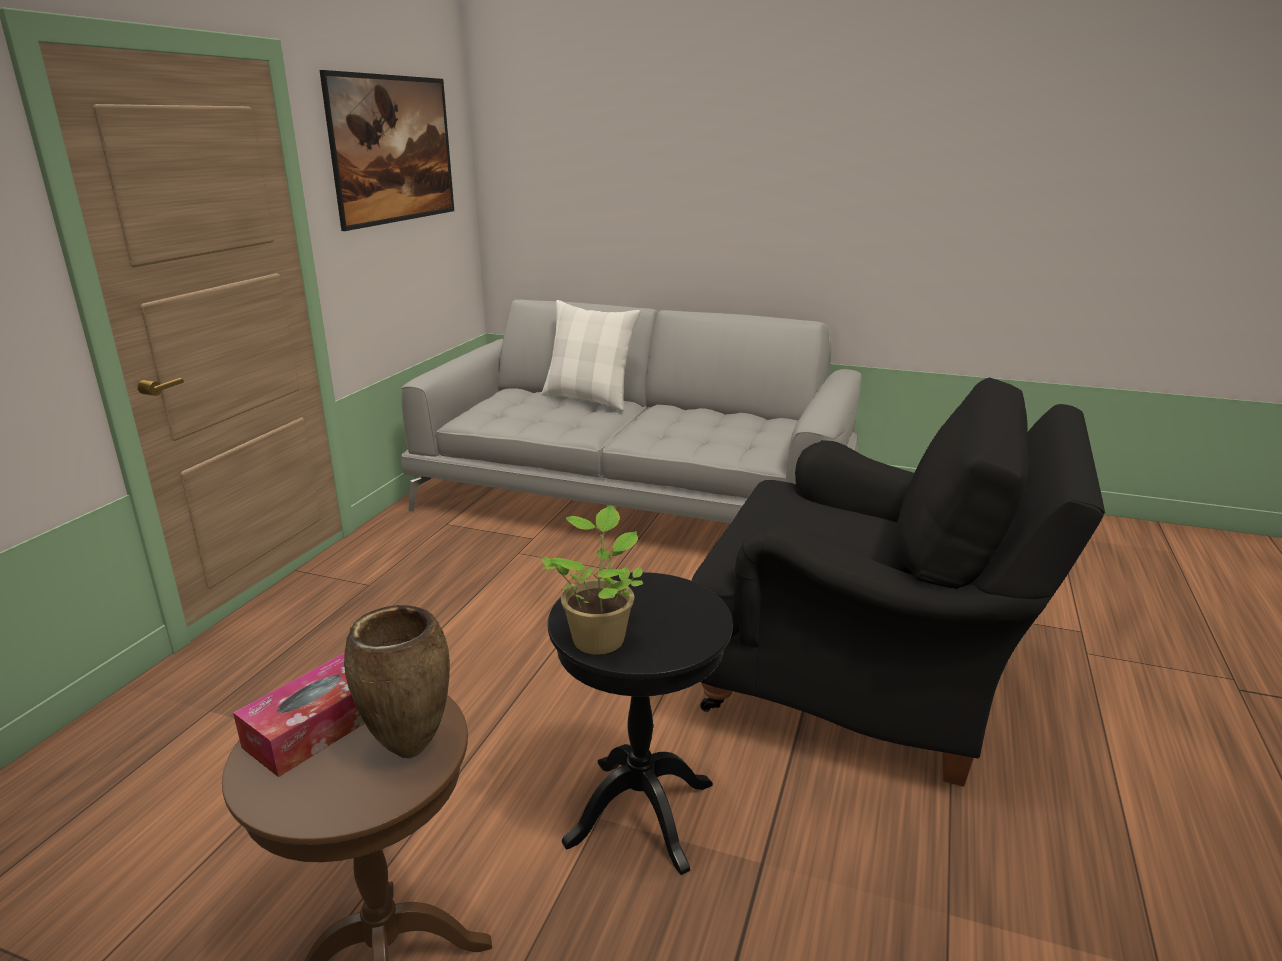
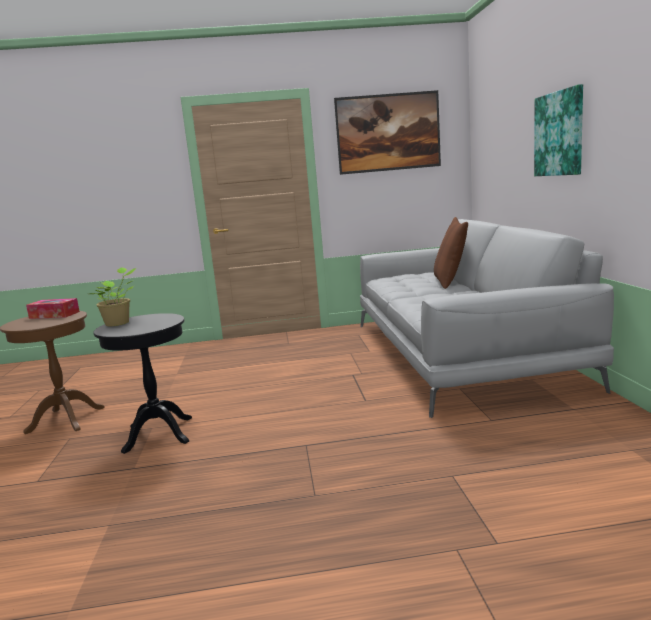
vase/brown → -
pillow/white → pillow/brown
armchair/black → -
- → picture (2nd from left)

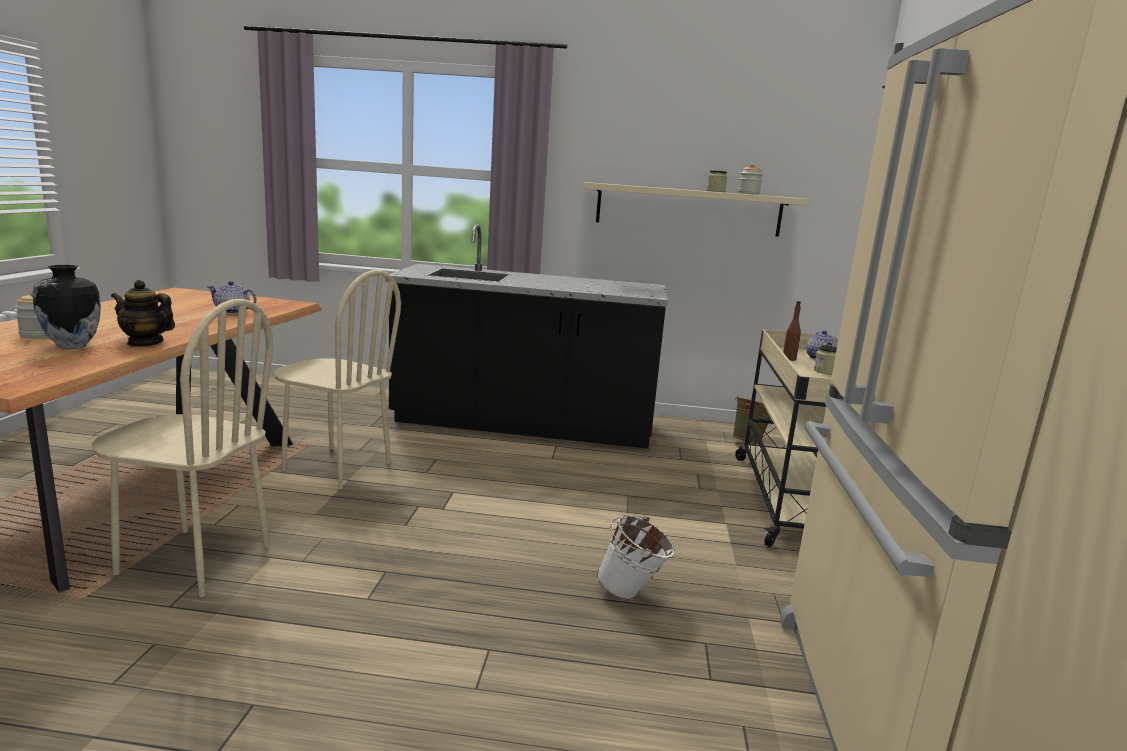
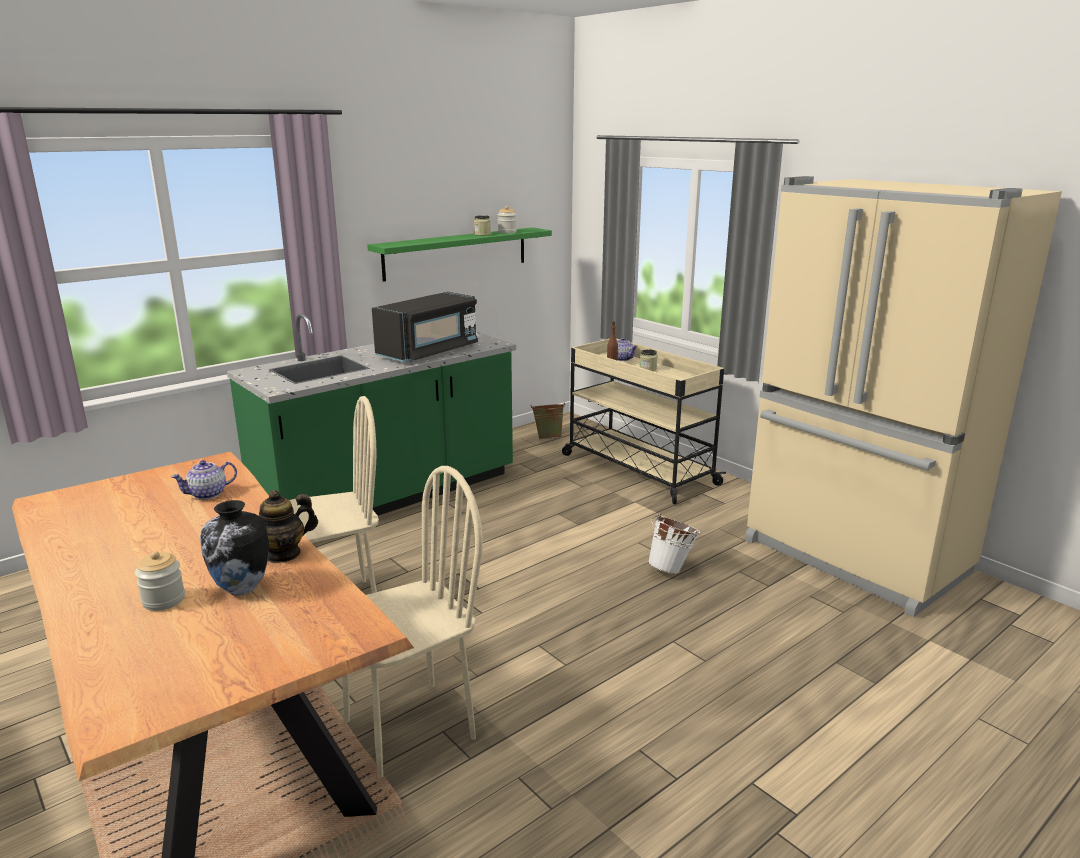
counter/black → counter/green
shelf/beige → shelf/green
- → microwave/black

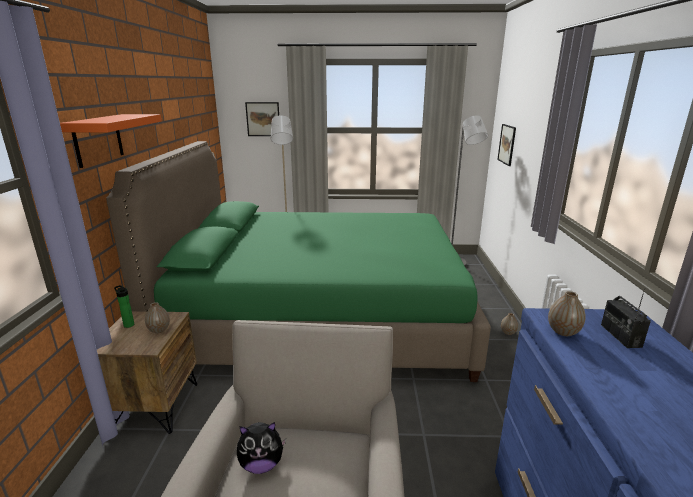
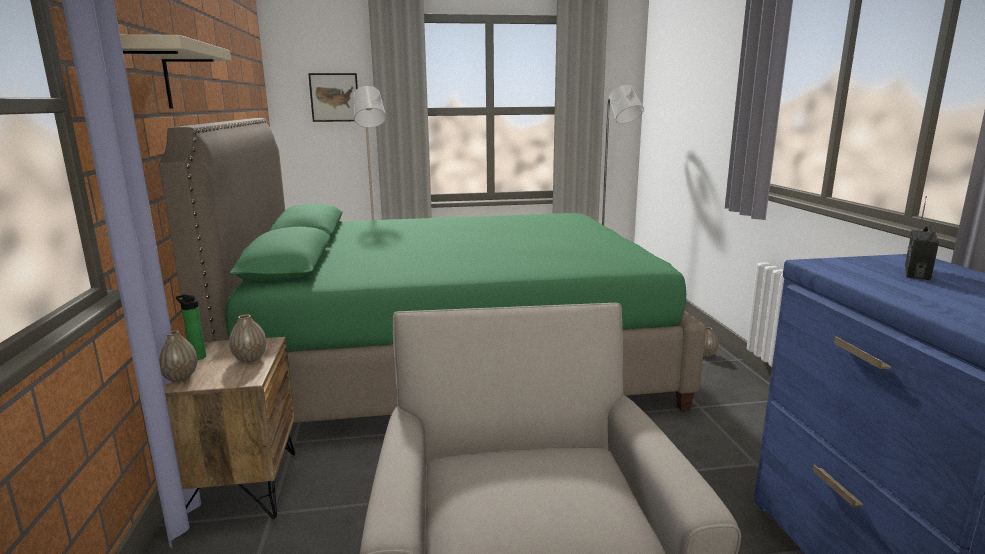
shelf/orange → shelf/beige
plush toy → -
picture (2nd from left) → -
vase (3rd from left in the first image) → vase (1st from left), move
radio, 45 degrees clockwise

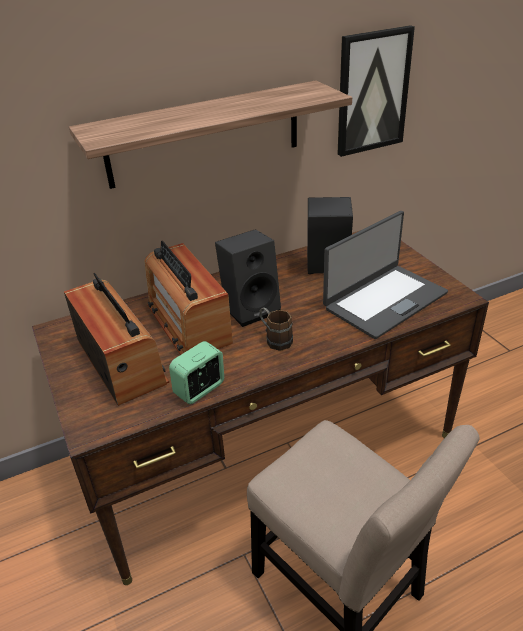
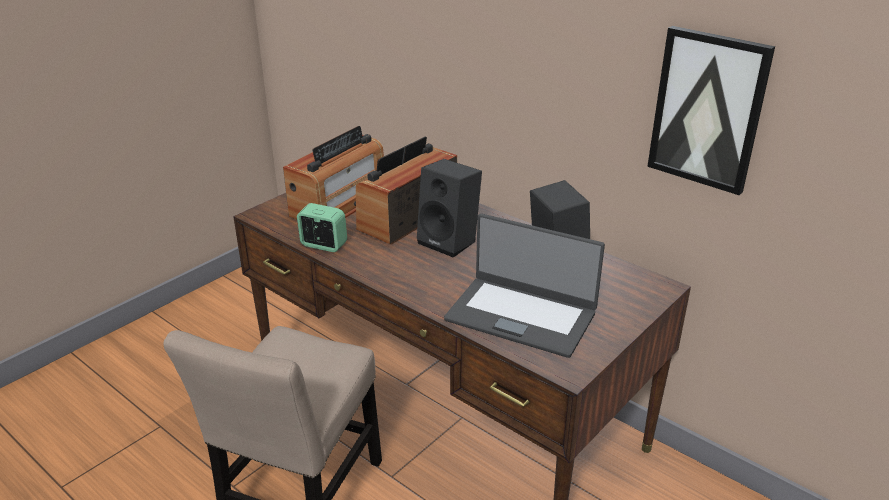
shelf → -
mug/brown → -

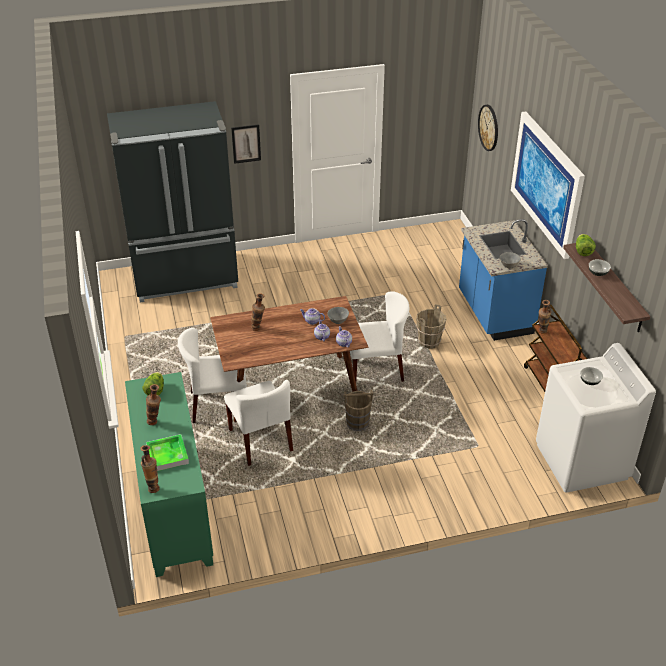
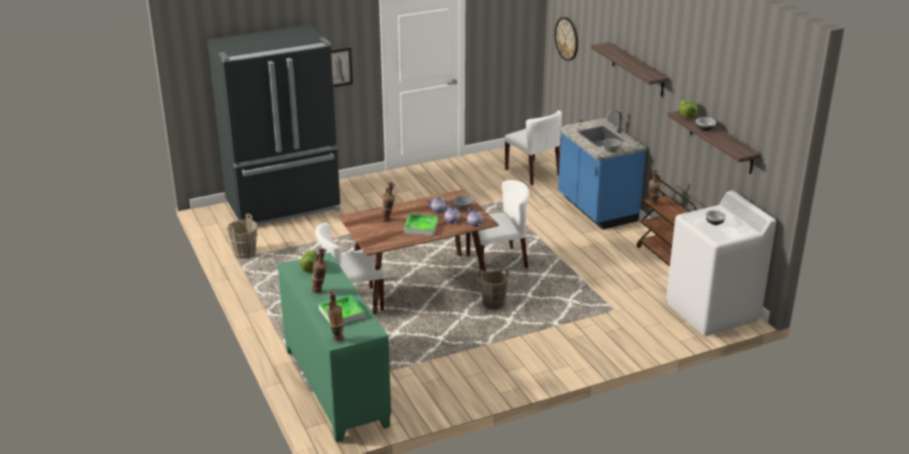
chair/white (2nd from left in the first image) → chair/white (3rd from left), move
bucket/brown (2nd from left in the first image) → bucket/brown (1st from left), move
picture (2nd from left) → shelf (1st from left)
- → tray (2nd from left)

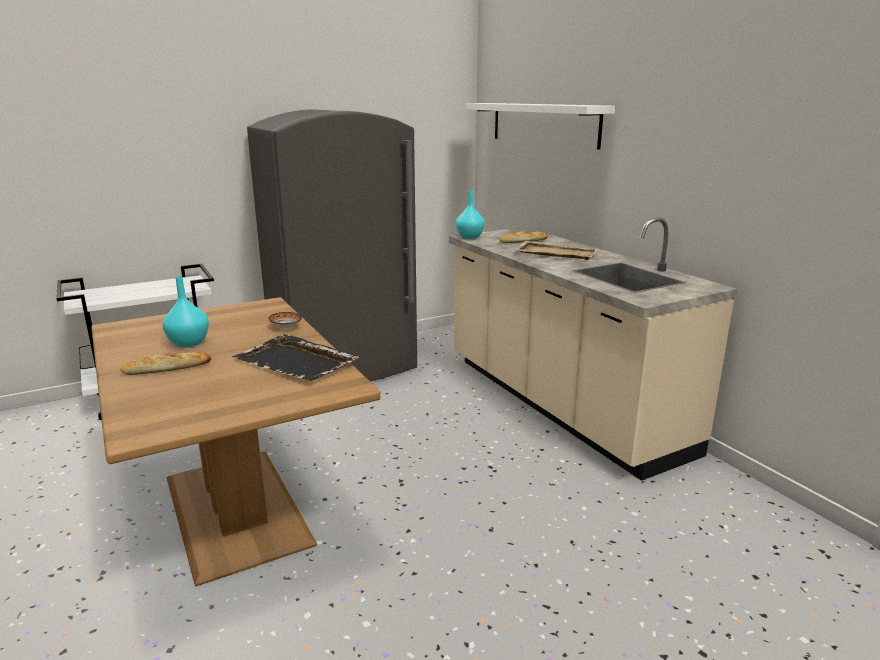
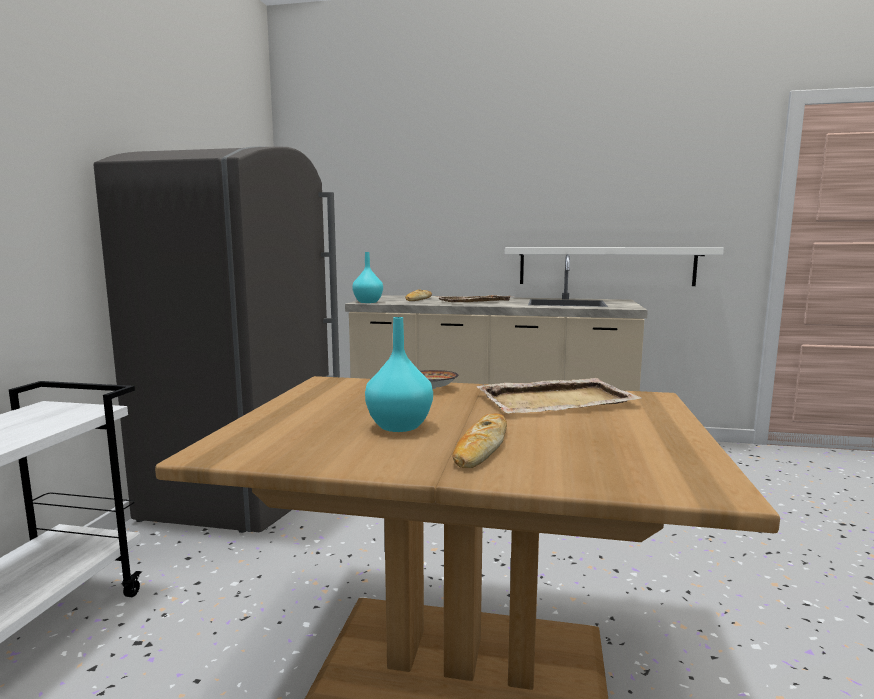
tray/black → tray/beige (2nd from left)
shelf/white, move

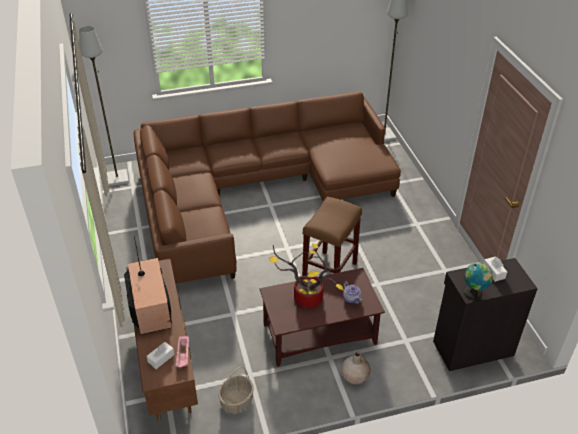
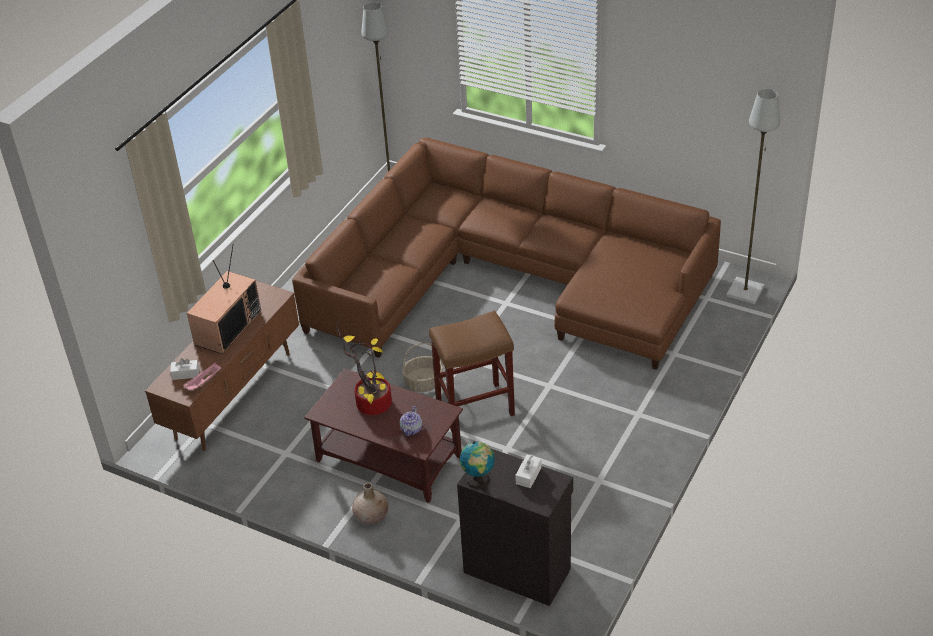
basket, move

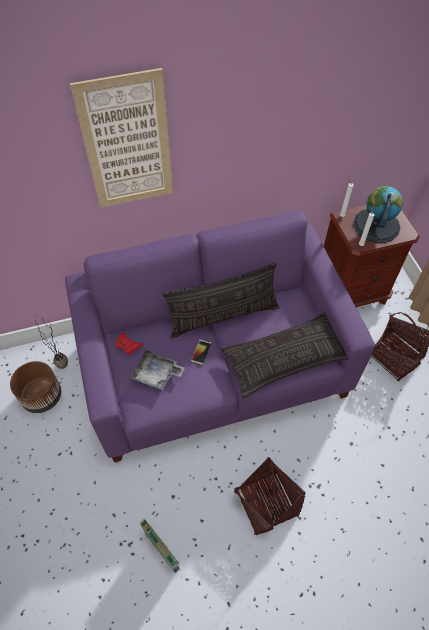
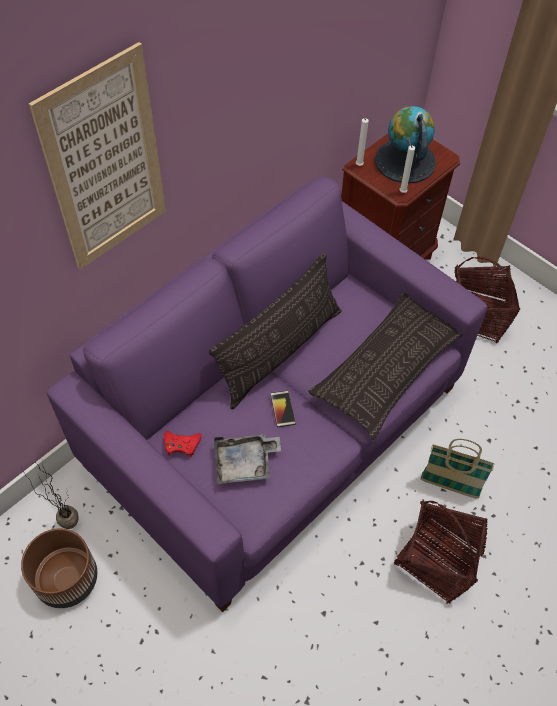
basket (1st from left in the first image) → basket (2nd from left), move

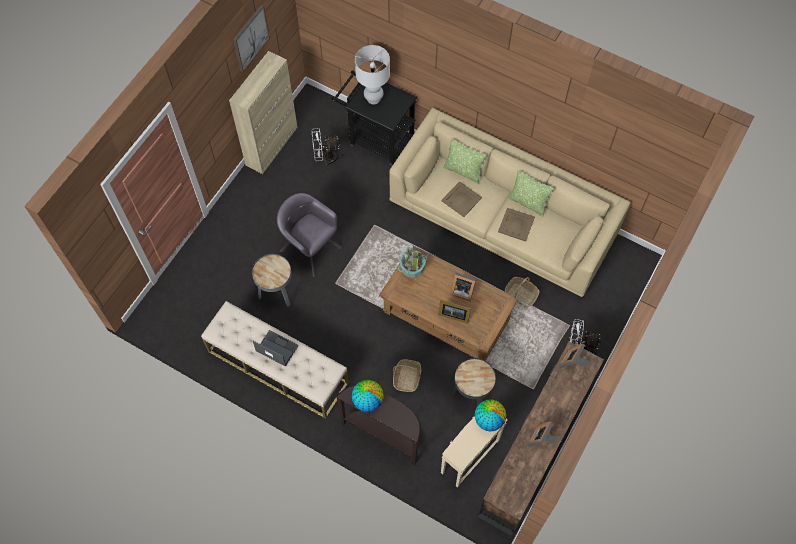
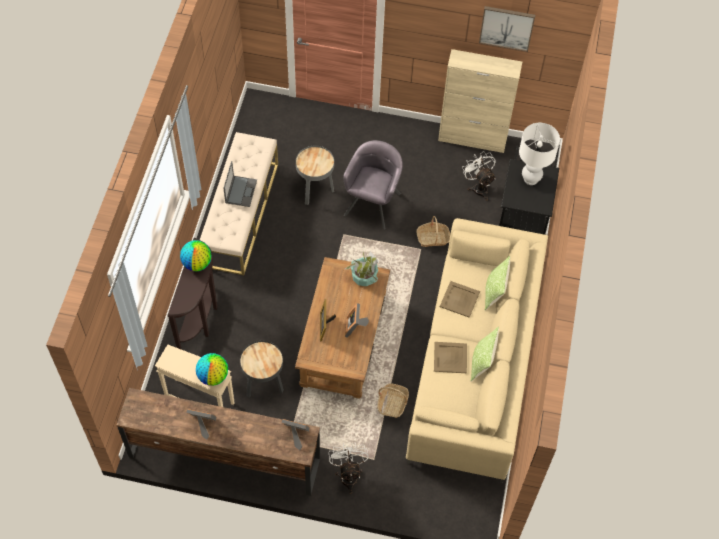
basket (1st from left in the first image) → basket (2nd from left), move

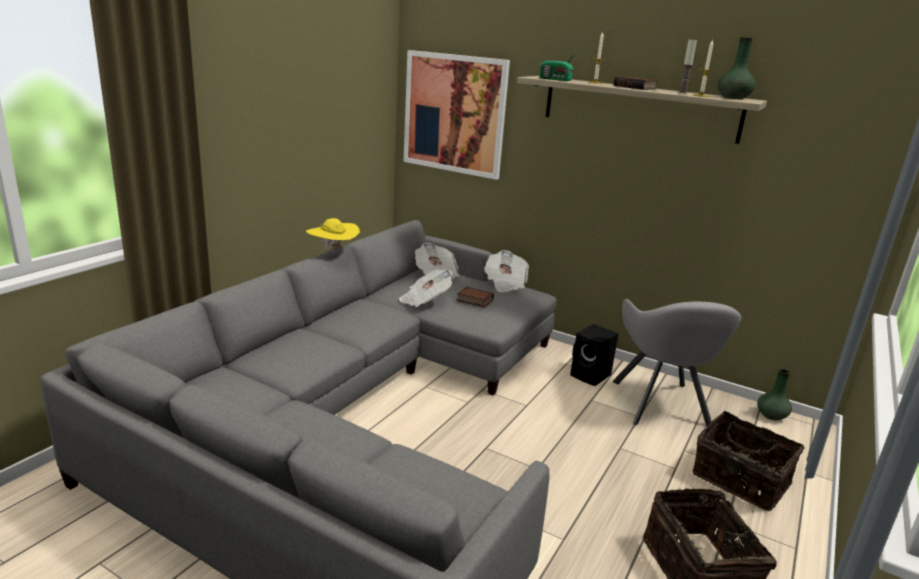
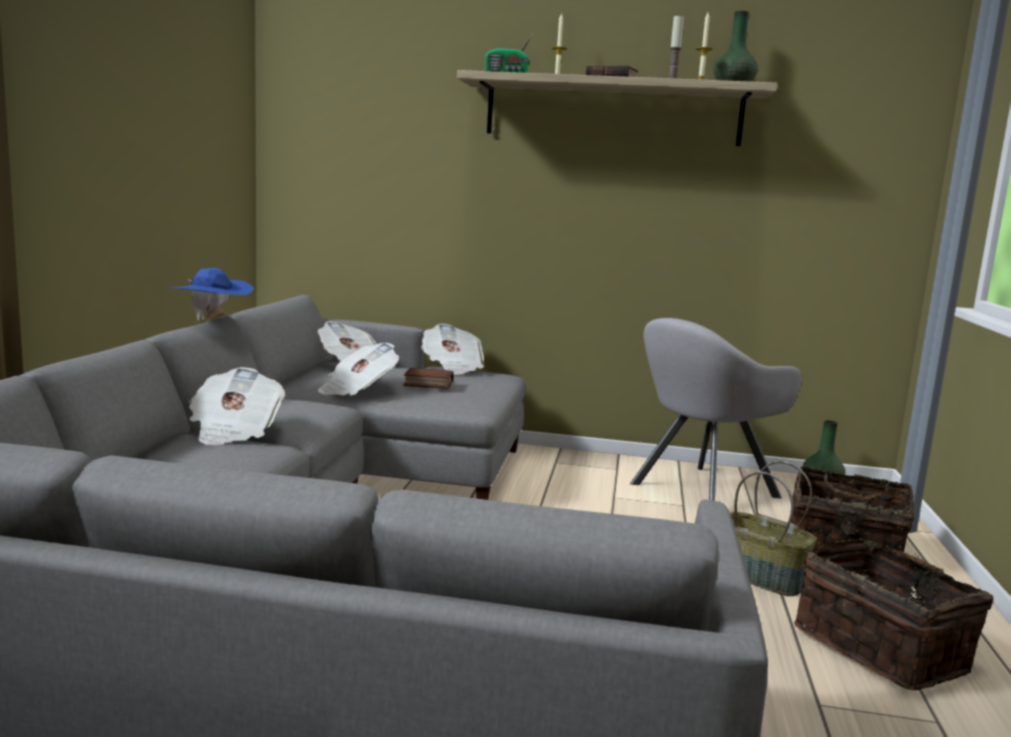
hat/yellow → hat/blue
picture → -
speaker/black → -
armchair/grey, 75 degrees clockwise
- → newspaper (1st from left)
- → basket (1st from left)

